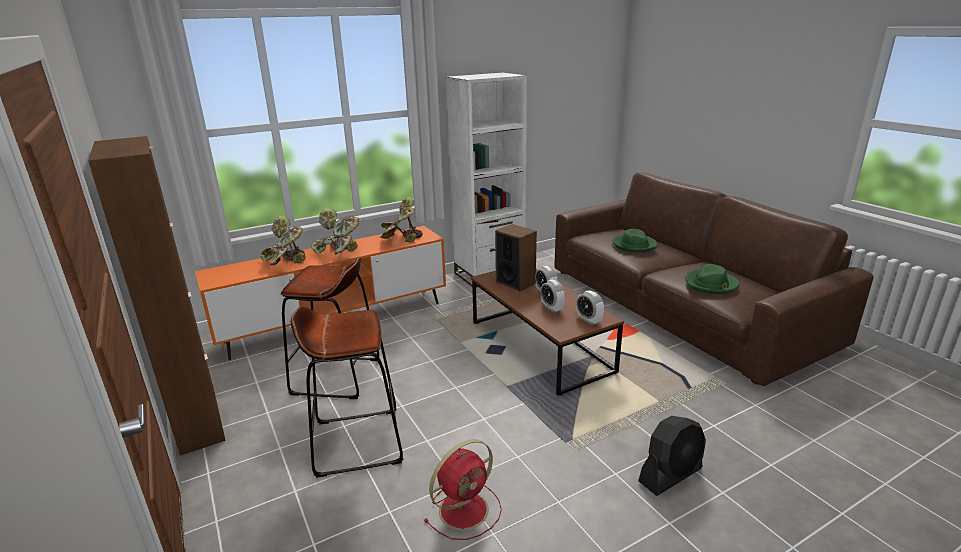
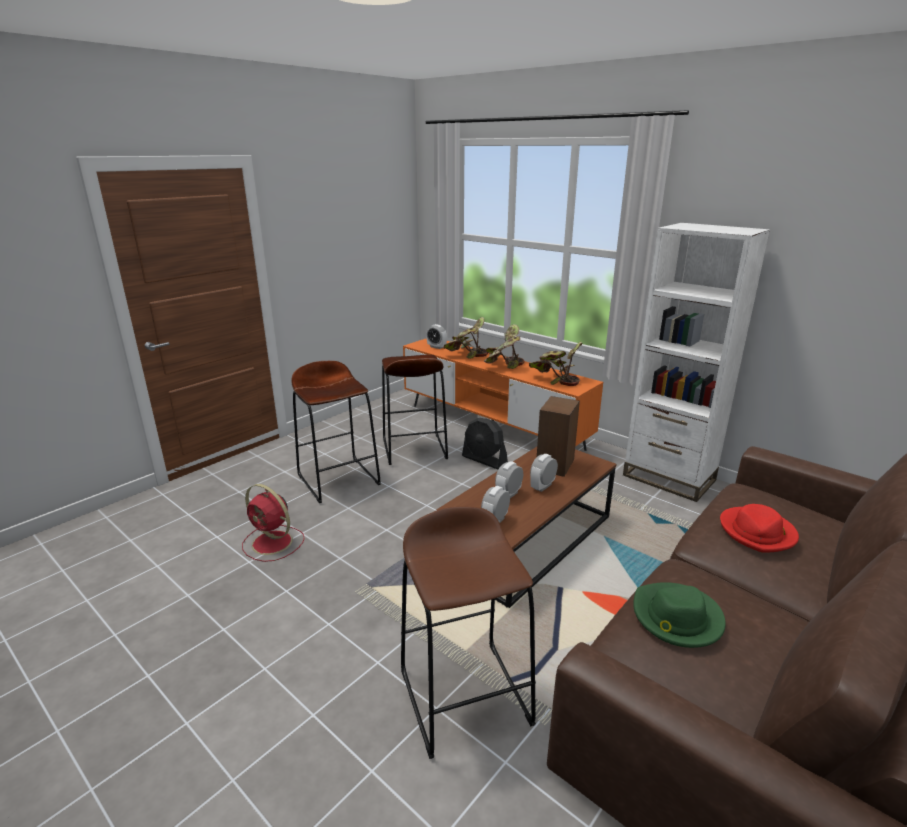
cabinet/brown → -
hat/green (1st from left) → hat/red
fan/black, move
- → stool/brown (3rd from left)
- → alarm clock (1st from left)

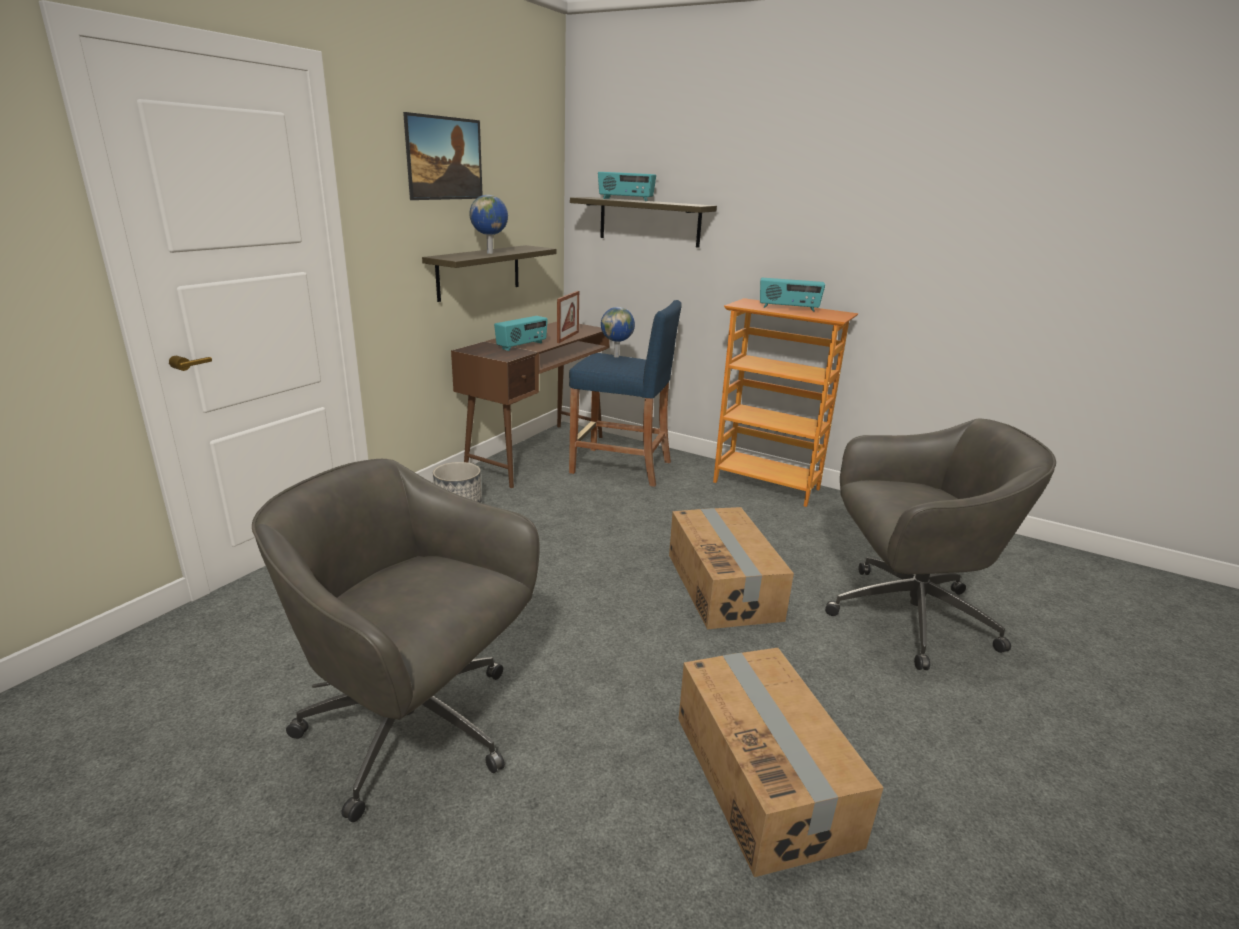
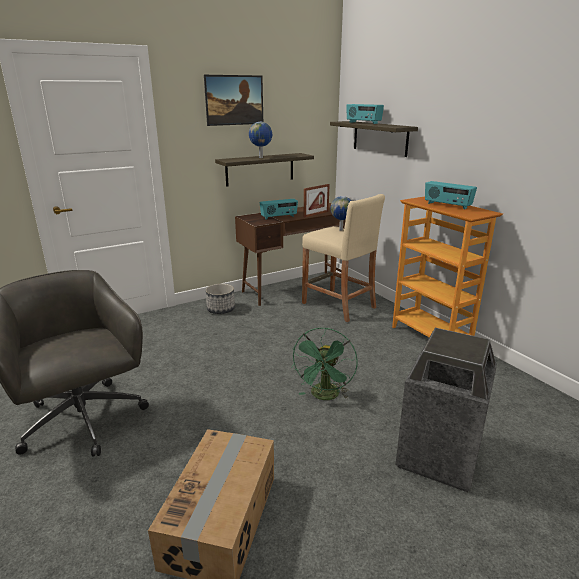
stool/blue → stool/beige
cardboard box (1st from left) → fan/green
office chair/grey (2nd from left) → trash can

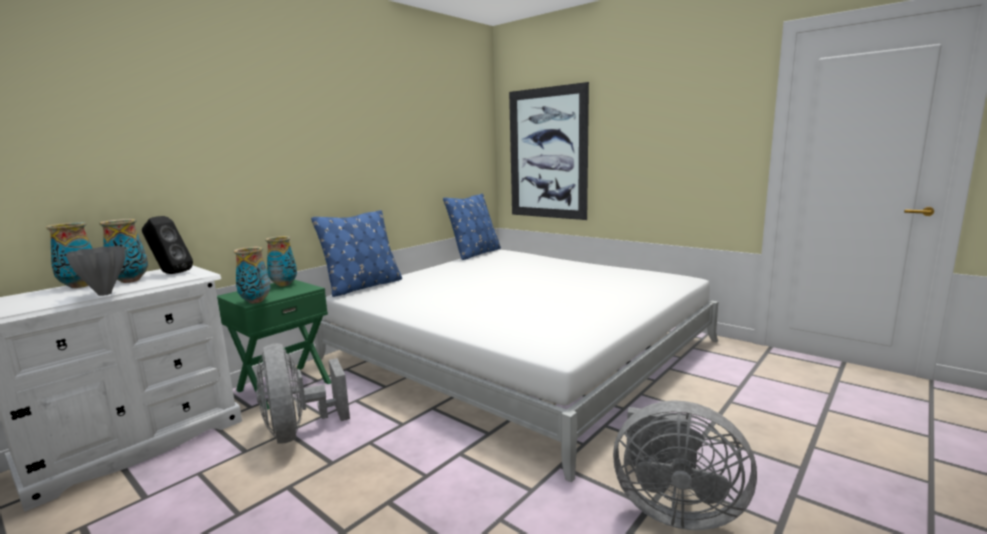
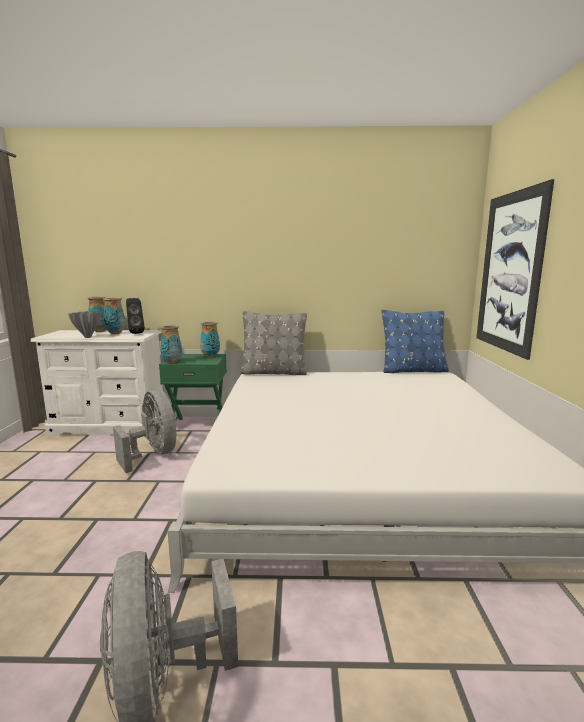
fan/grey (1st from left), 120 degrees clockwise
pillow/blue (1st from left) → pillow/grey

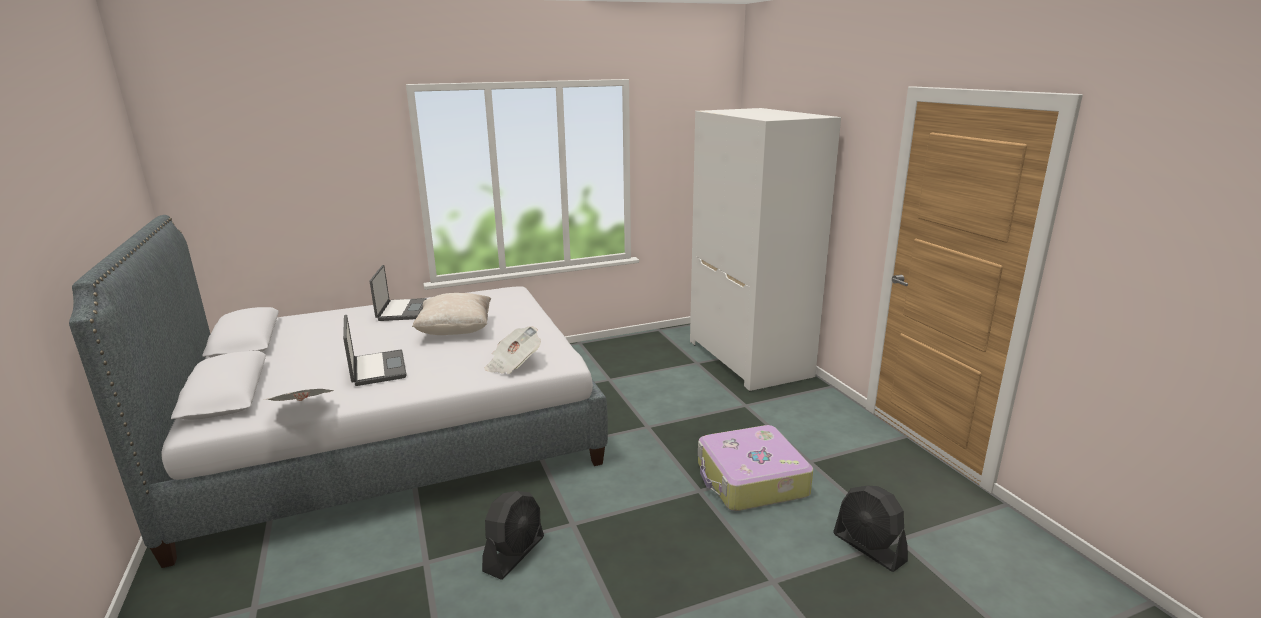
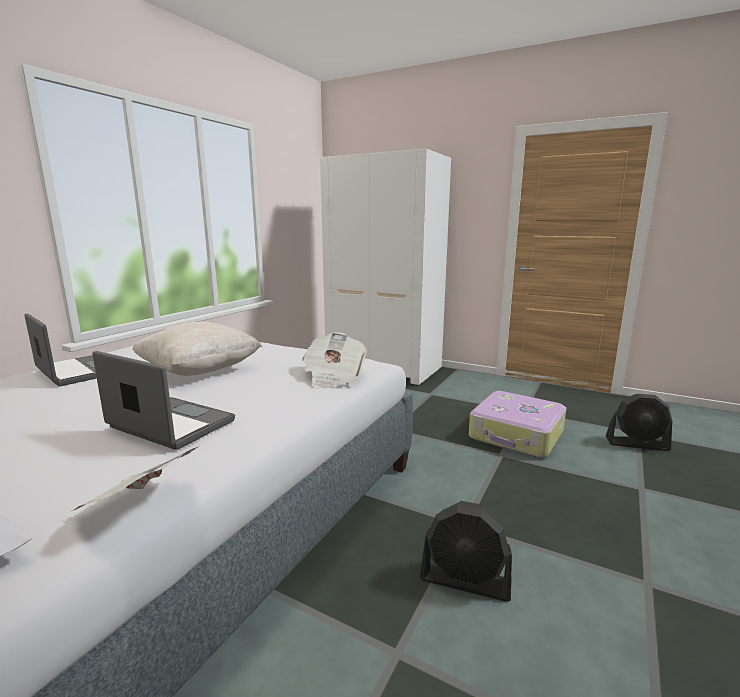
fan/black (1st from left), 120 degrees clockwise

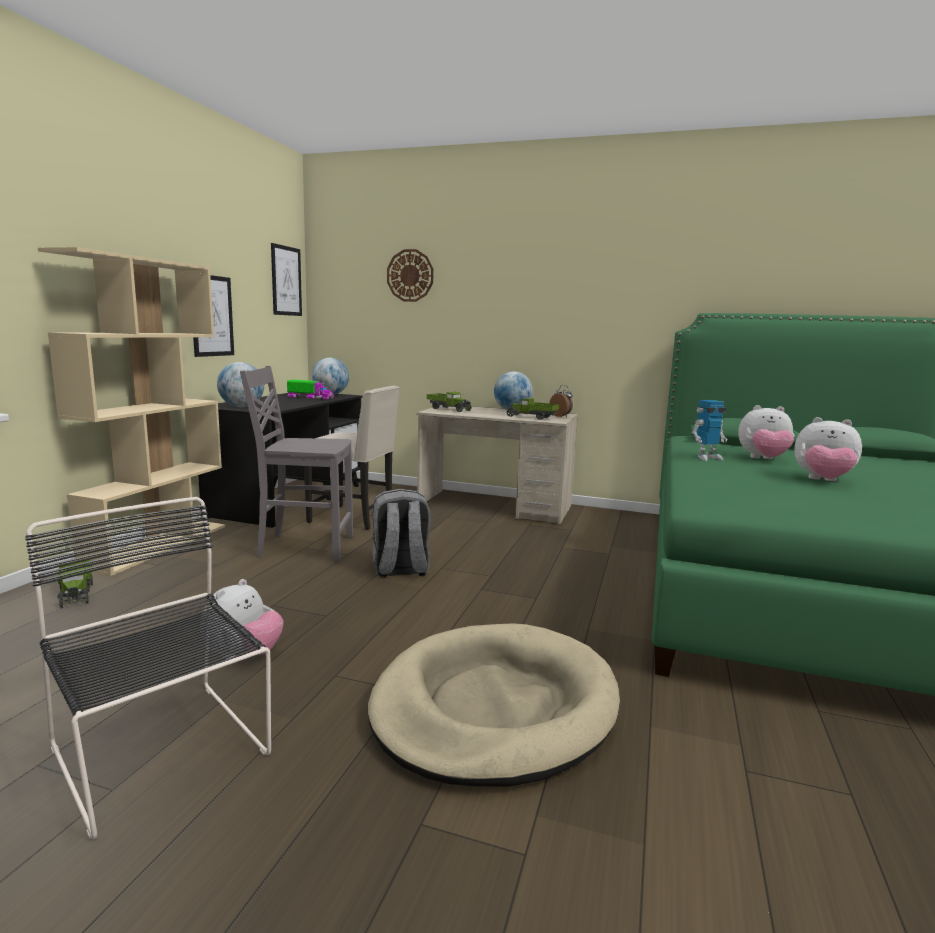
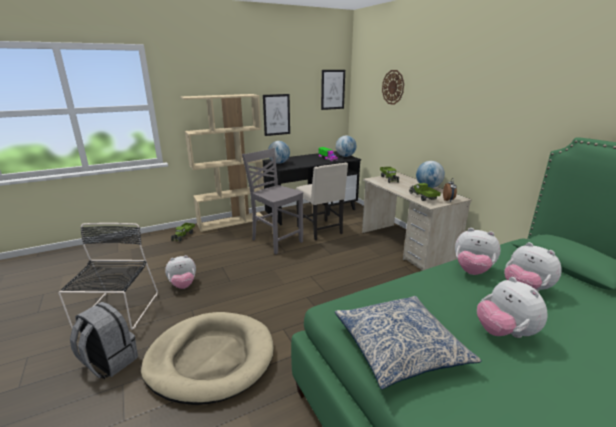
backpack/grey, move
toy robot → plush toy (2nd from left)
- → pillow

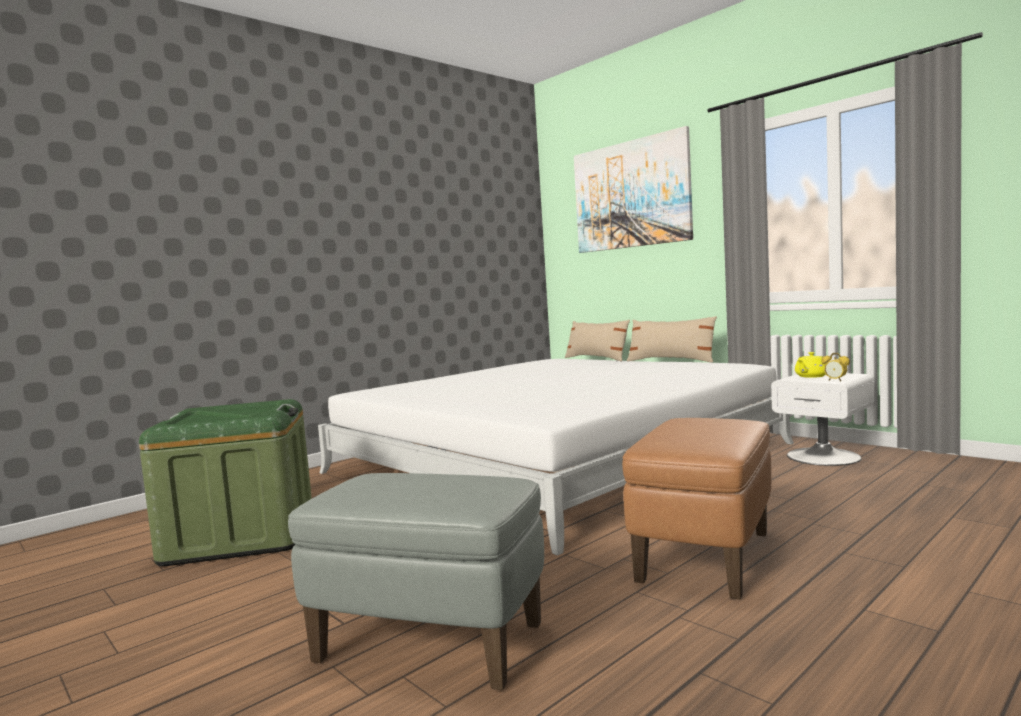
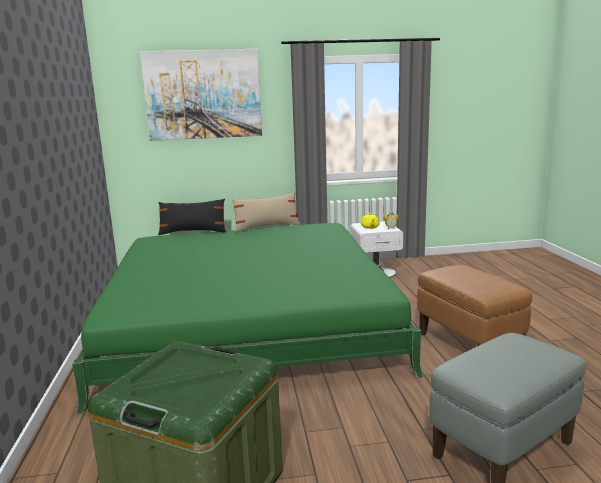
bed/white → bed/green
pillow/beige (1st from left) → pillow/black

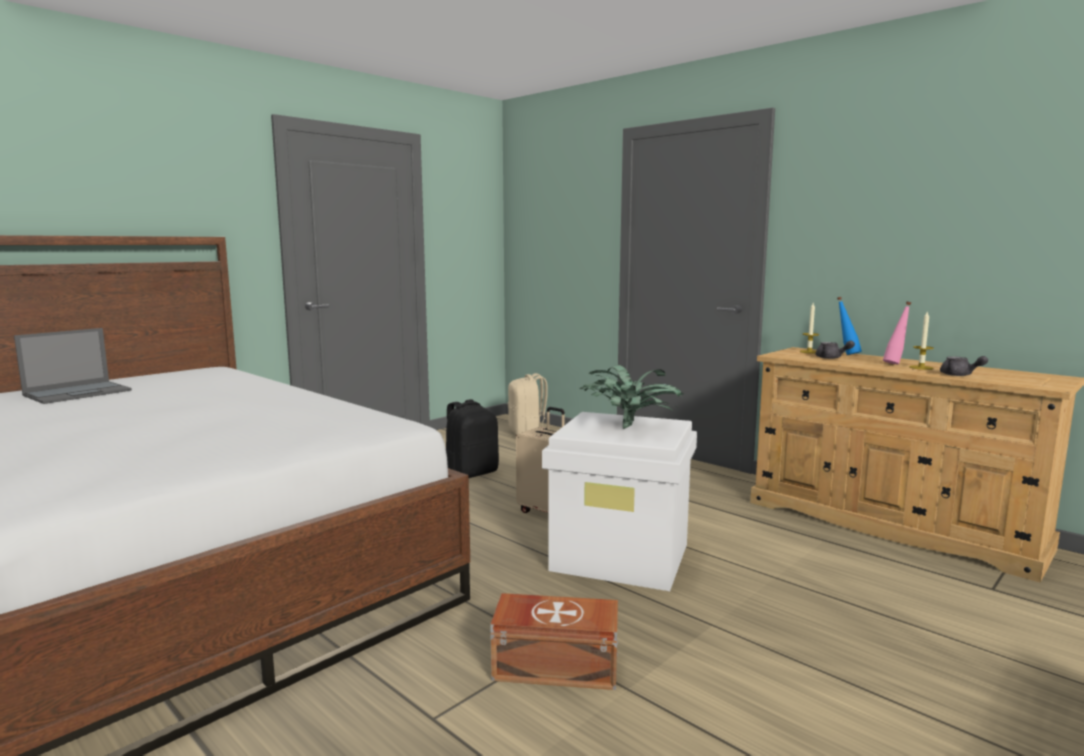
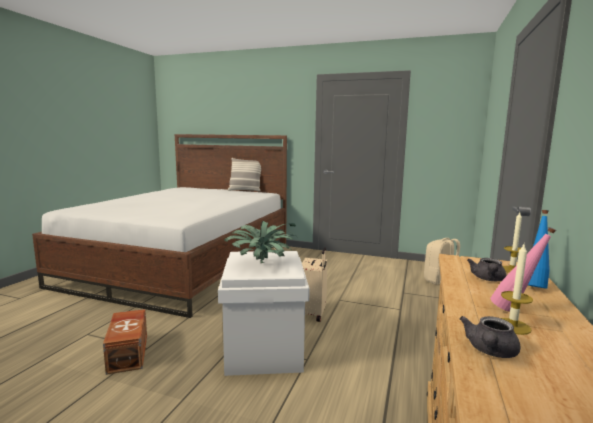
laptop → -
backpack/black → -
- → pillow

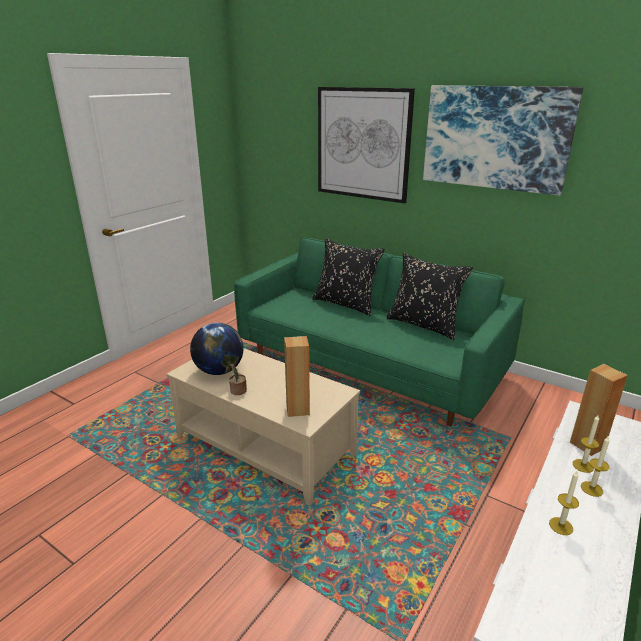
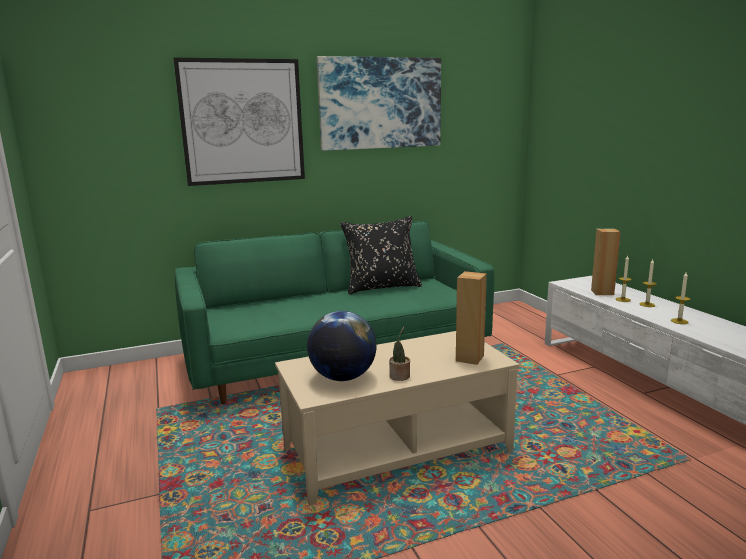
pillow/black (1st from left) → -

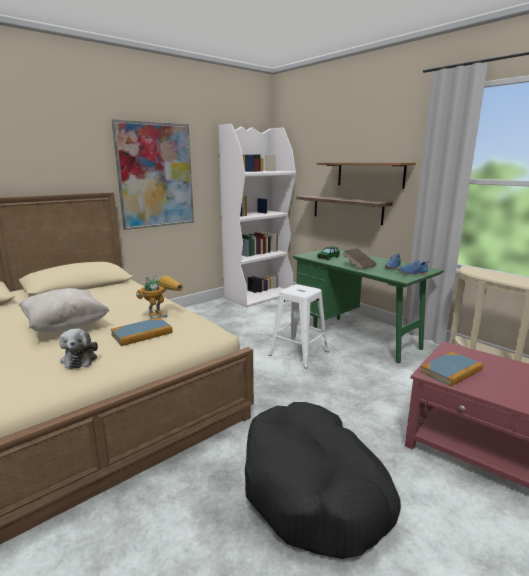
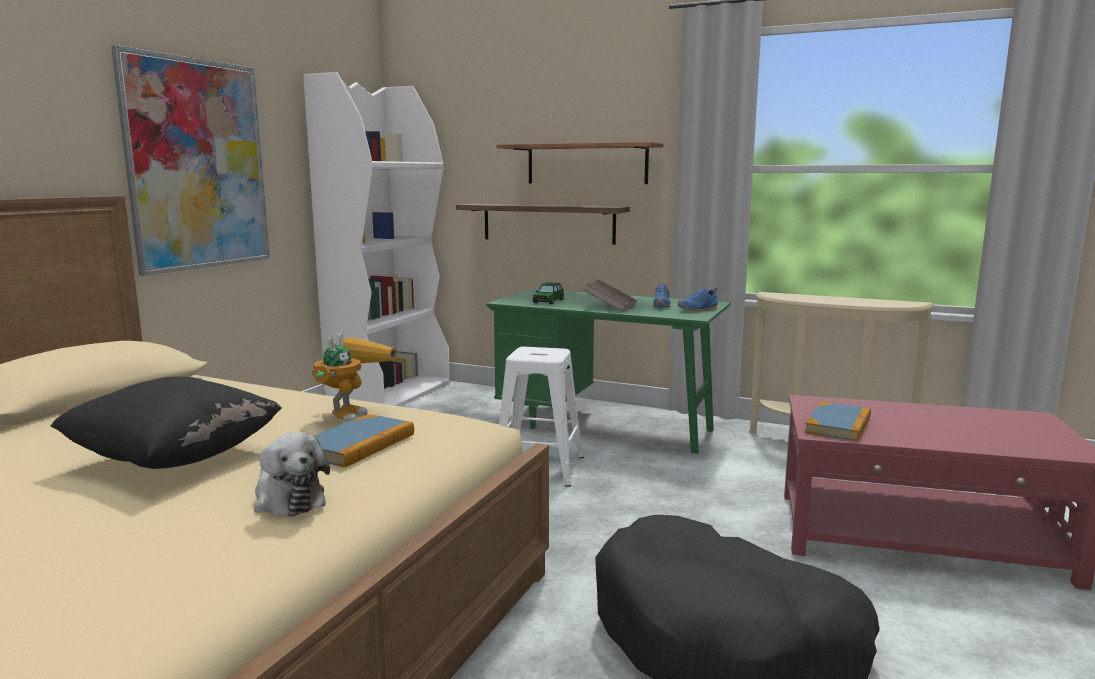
pillow/beige → pillow/black

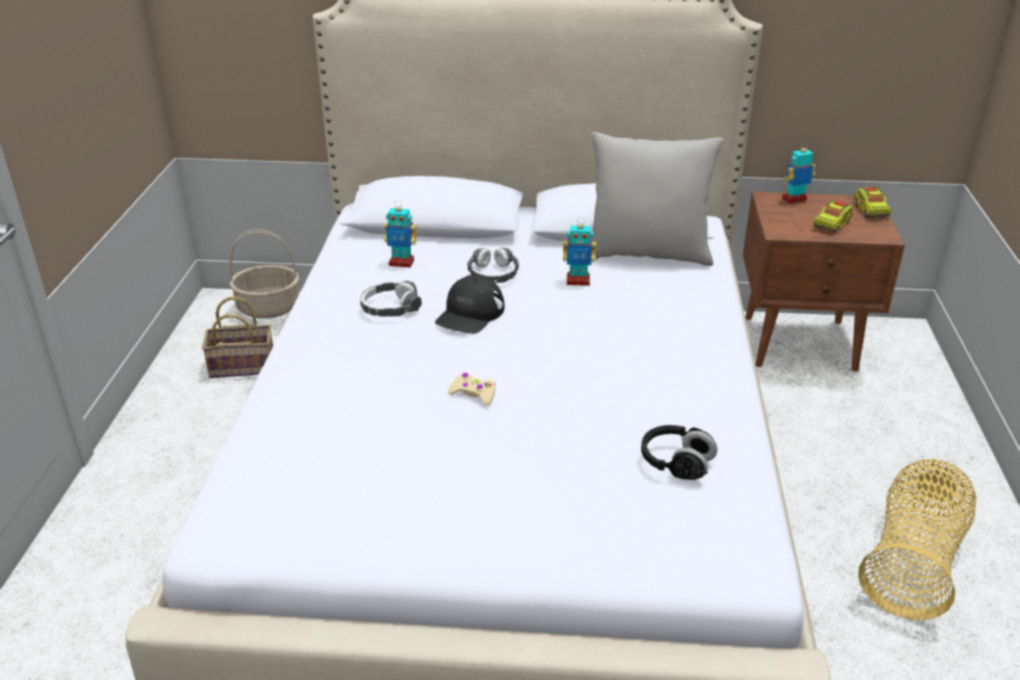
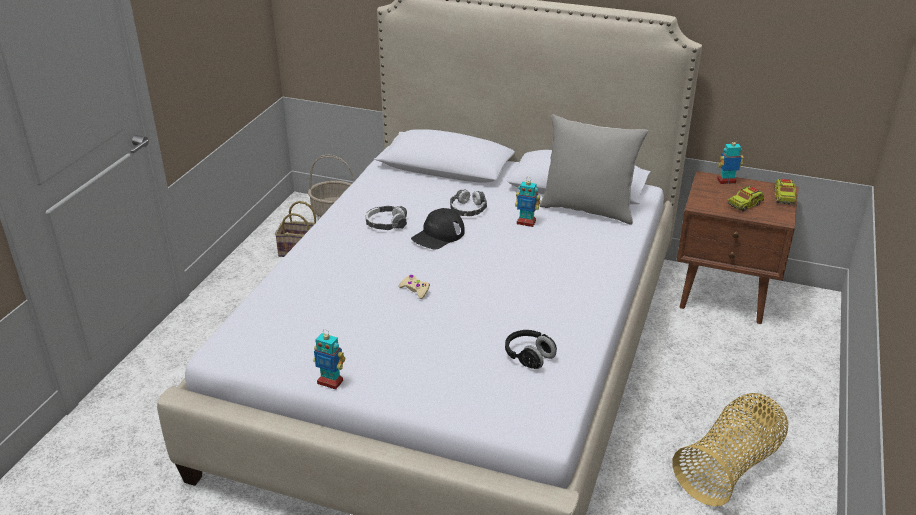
toy robot (1st from left), move

